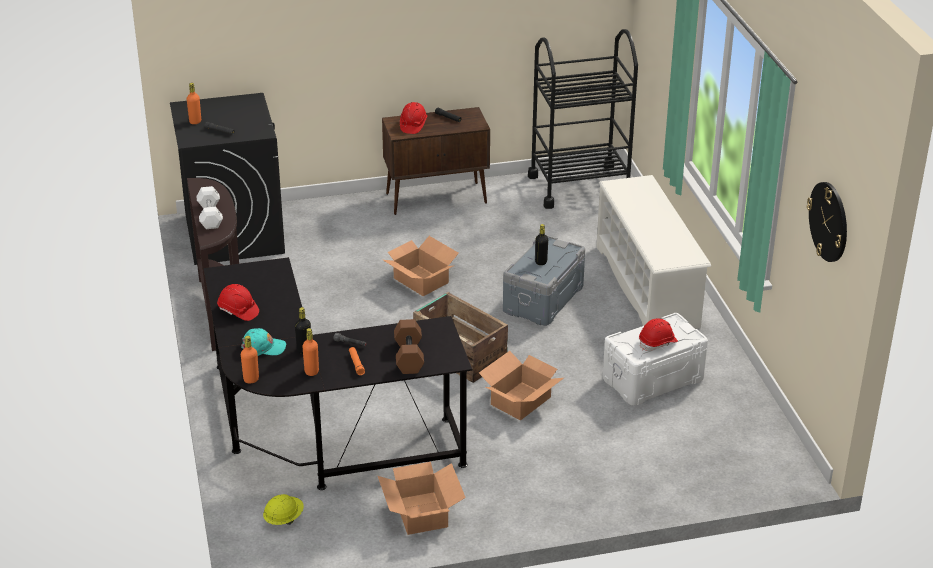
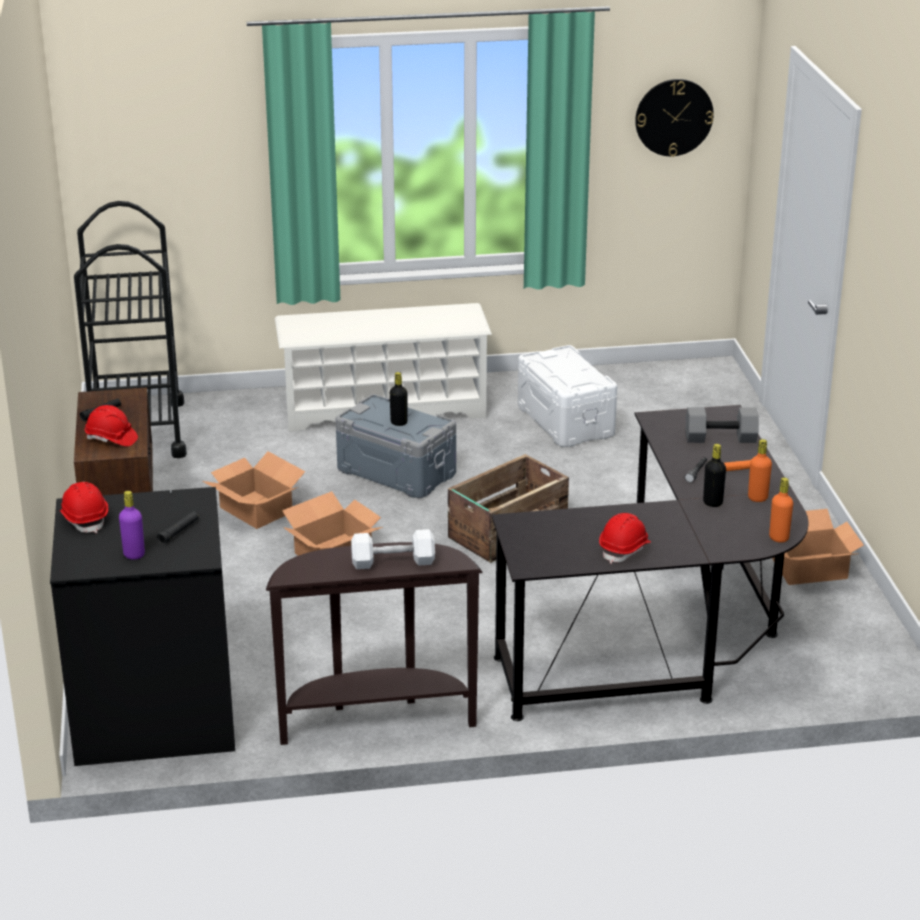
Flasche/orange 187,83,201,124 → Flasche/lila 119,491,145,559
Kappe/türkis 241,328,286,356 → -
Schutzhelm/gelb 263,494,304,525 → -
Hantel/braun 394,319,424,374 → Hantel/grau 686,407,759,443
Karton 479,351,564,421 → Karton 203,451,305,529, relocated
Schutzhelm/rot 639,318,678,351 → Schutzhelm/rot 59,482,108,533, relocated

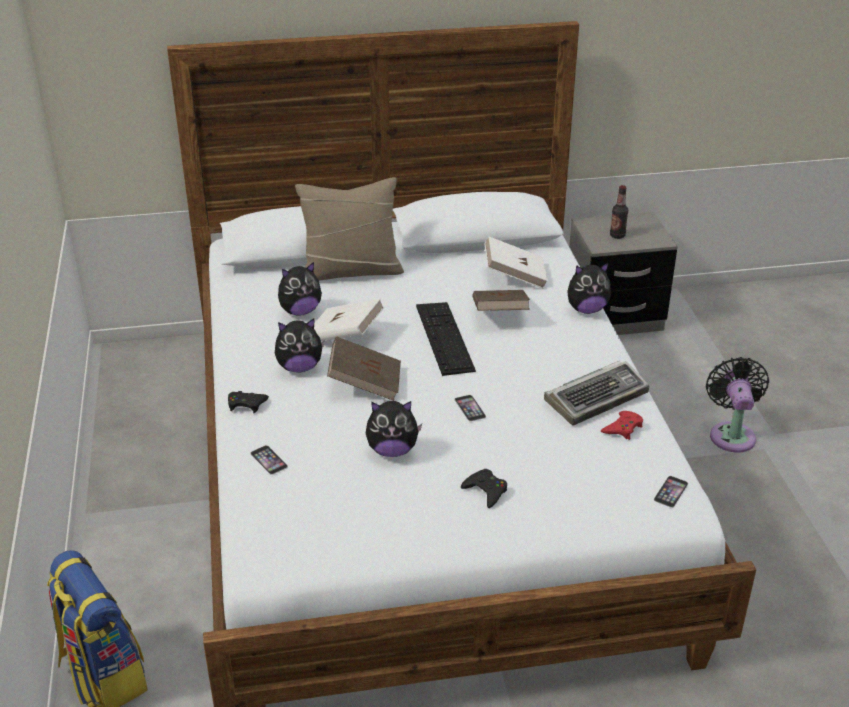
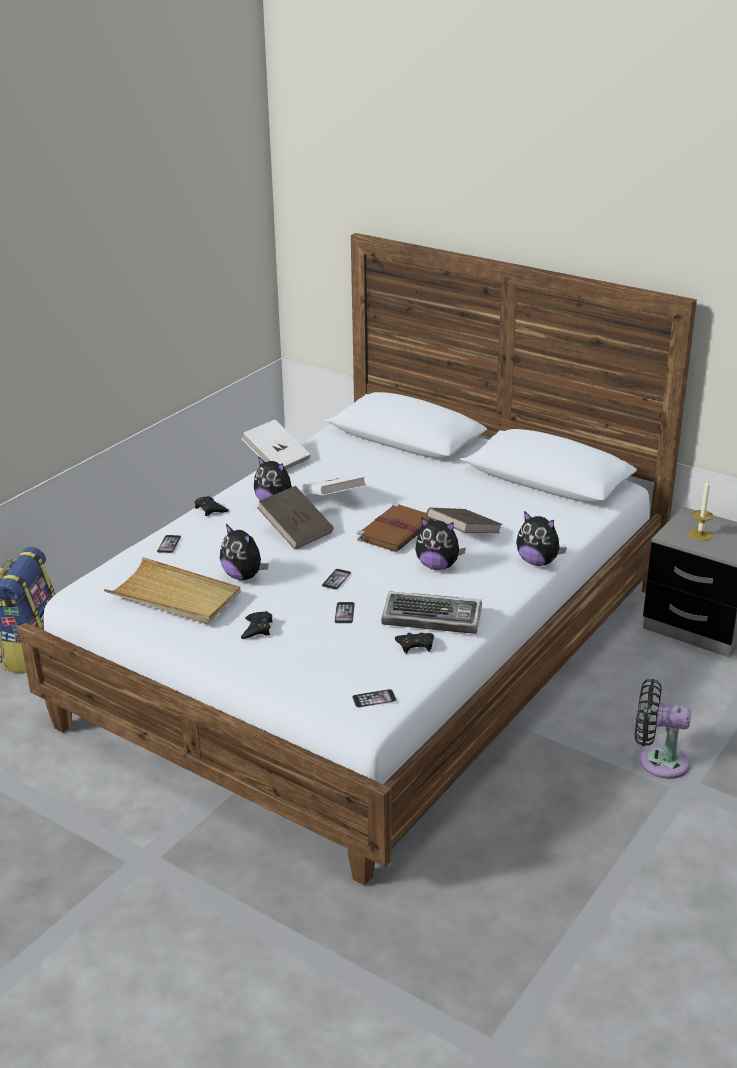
Plüschtier 278,262,322,316 → Plüschtier 415,517,466,570, relocated
Kissen/beige 295,177,404,281 → -
Tastatur 416,302,476,376 → Buch/braun 357,503,434,552
Buch/weiß 485,236,548,289 → Buch/weiß 242,420,311,470, relocated
Gamepad/rot 601,411,643,440 → Gamepad/schwarz 395,632,434,654
Flasche 610,185,628,239 → Kerze 688,480,713,541
Ventilator/schwarz 706,357,769,453 → Ventilator/schwarz 635,679,691,779, 120 degrees counterclockwise
- → Tablett/beige 104,557,241,624
- → Handy 334,602,355,624

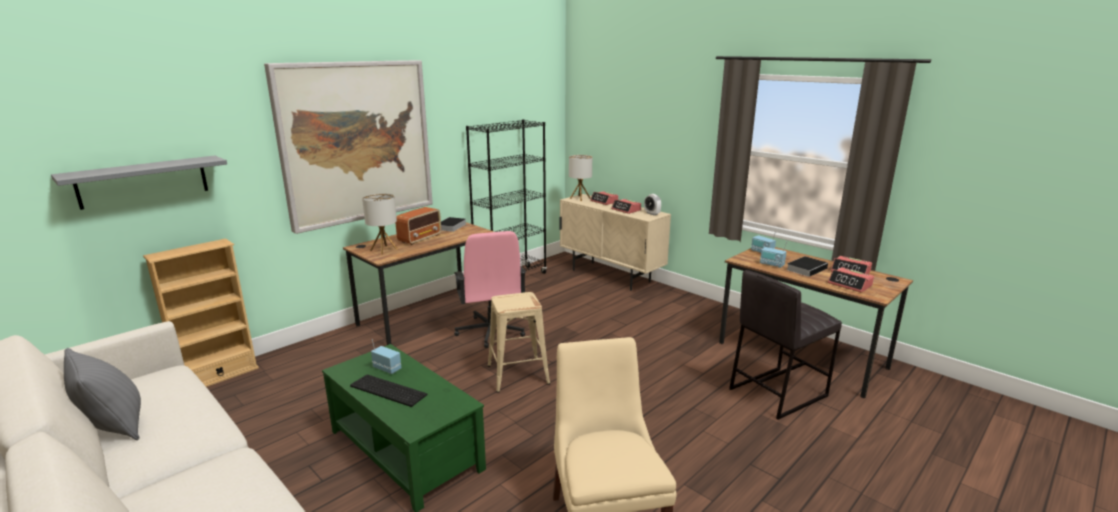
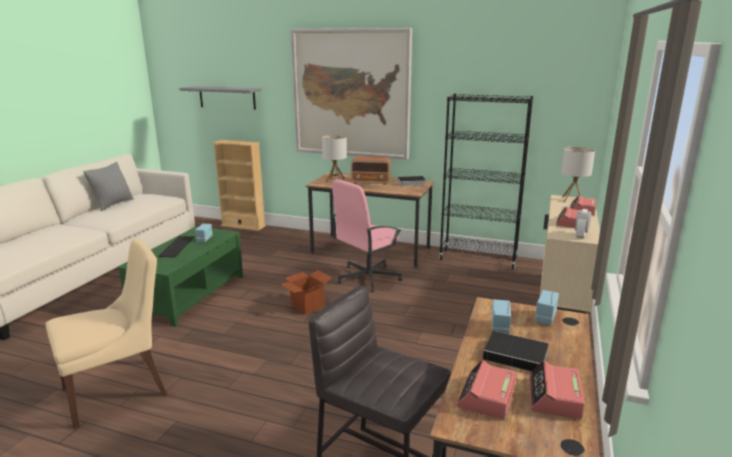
Hocker/beige 488,292,550,393 → Karton 280,270,332,314

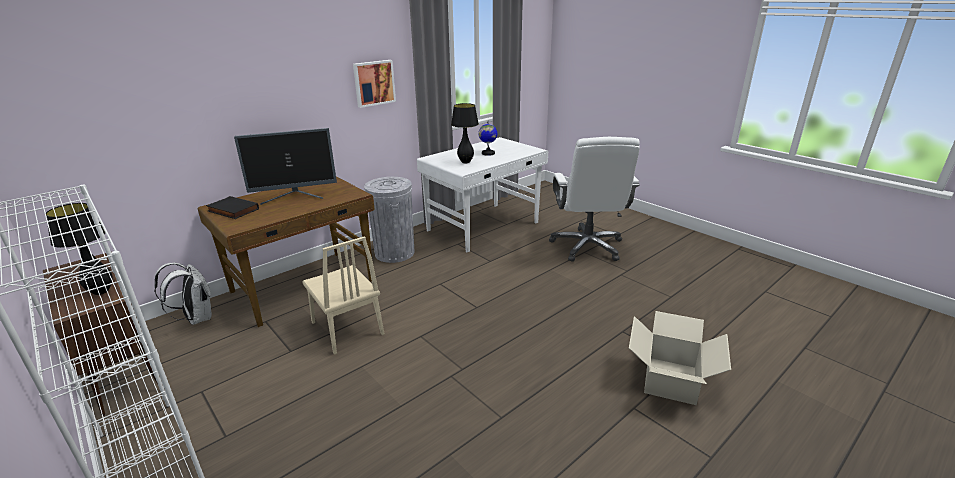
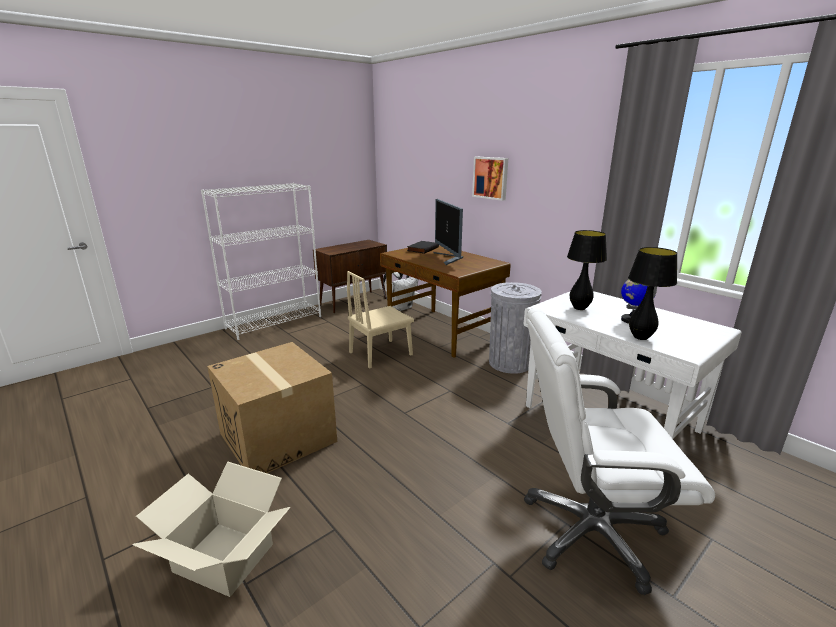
Tischlampe/schwarz 46,203,113,295 → Tischlampe/schwarz 628,247,677,340, relocated
Bild 353,60,396,108 → Bild 472,157,508,201, relocated
- → Karton 207,342,337,473

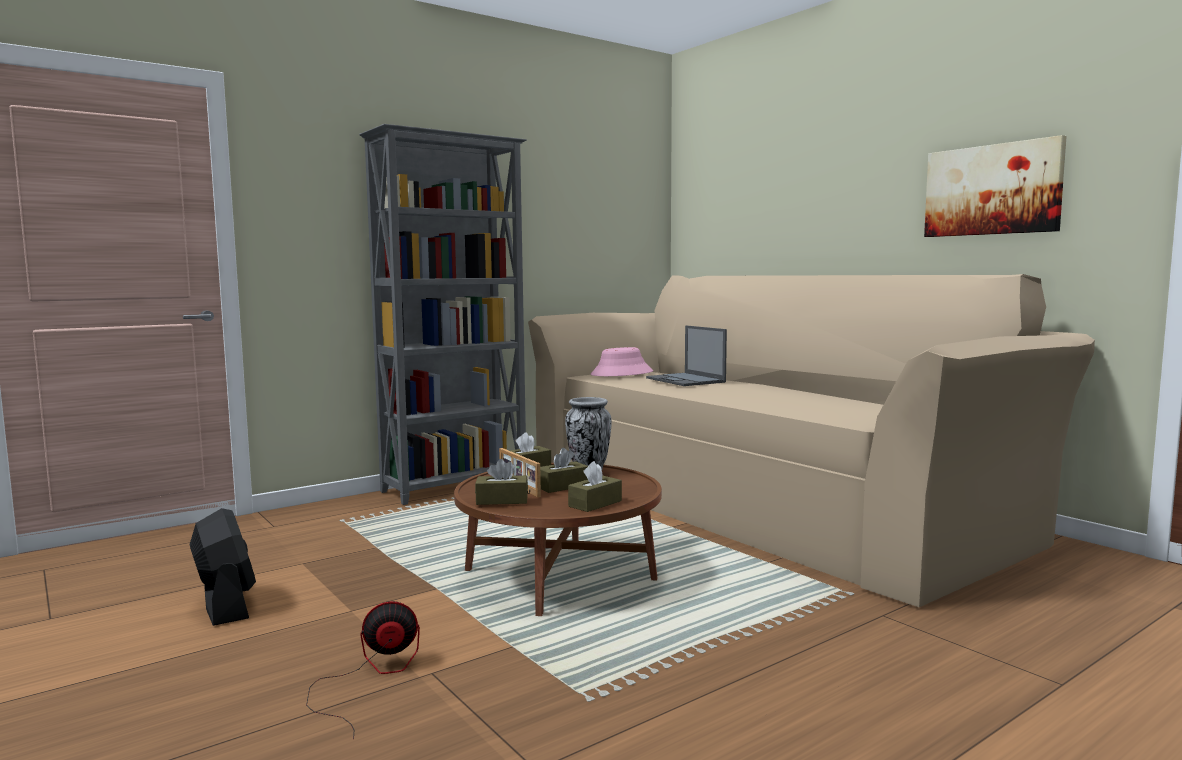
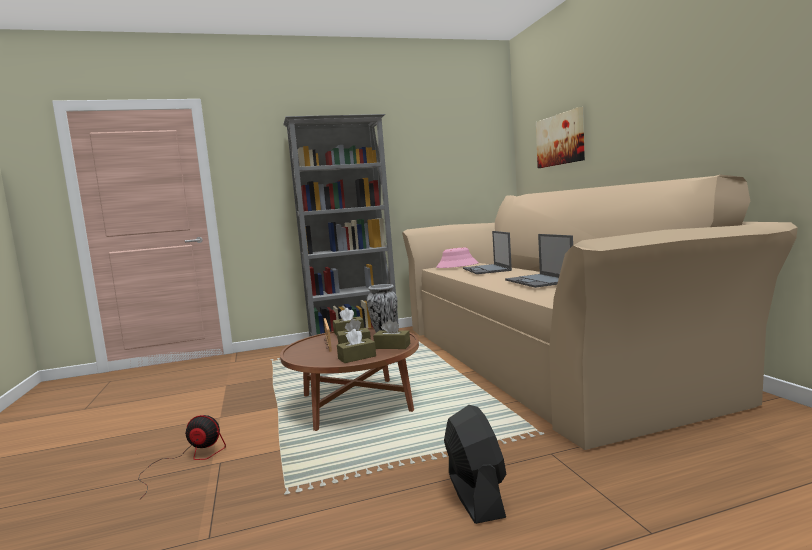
Ventilator/schwarz 190,508,256,626 → Ventilator/schwarz 444,405,506,524, relocated
Taschentuchbox/braun 475,459,528,505 → Taschentuchbox/braun 373,320,410,349, relocated
Bild 924,135,1067,237 → Bild 536,107,585,168, relocated
- → Laptop 505,234,573,288

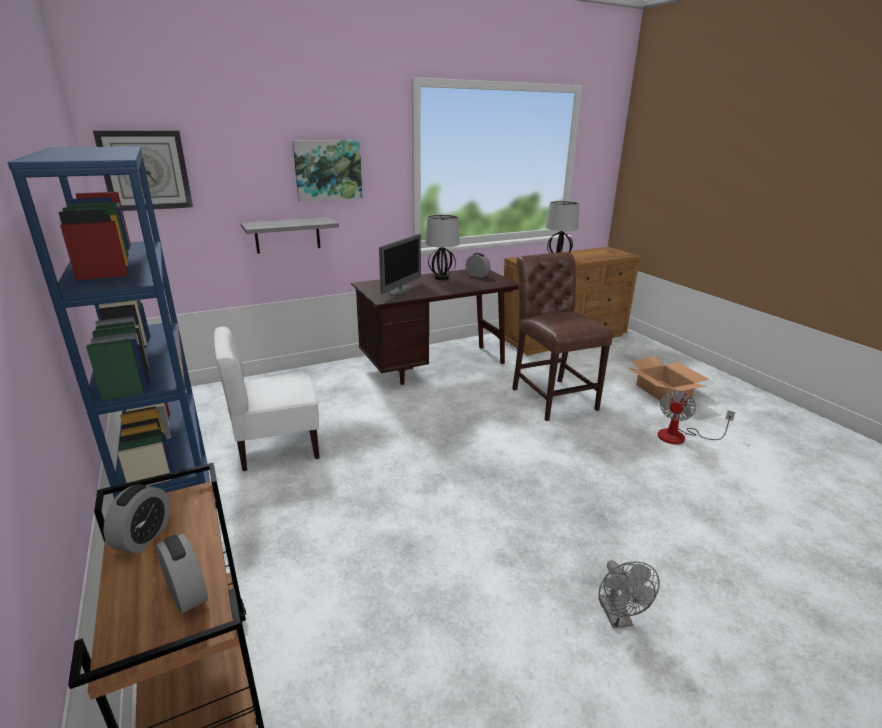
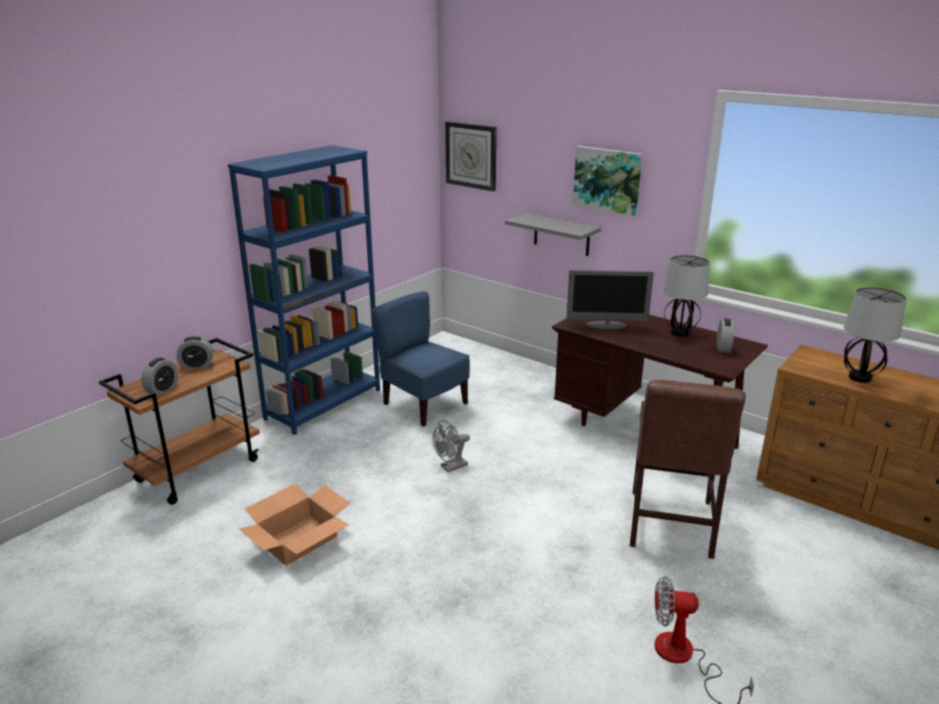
Stuhl/weiß 214,327,319,471 → Stuhl/blau 371,291,470,427
Stuhl/braun 512,252,613,421 → Stuhl/braun 630,380,746,559, 150 degrees clockwise
Ventilator/grau 599,560,660,628 → Ventilator/grau 432,420,470,473, relocated
Karton 629,356,708,402 → Karton 239,483,350,566, relocated

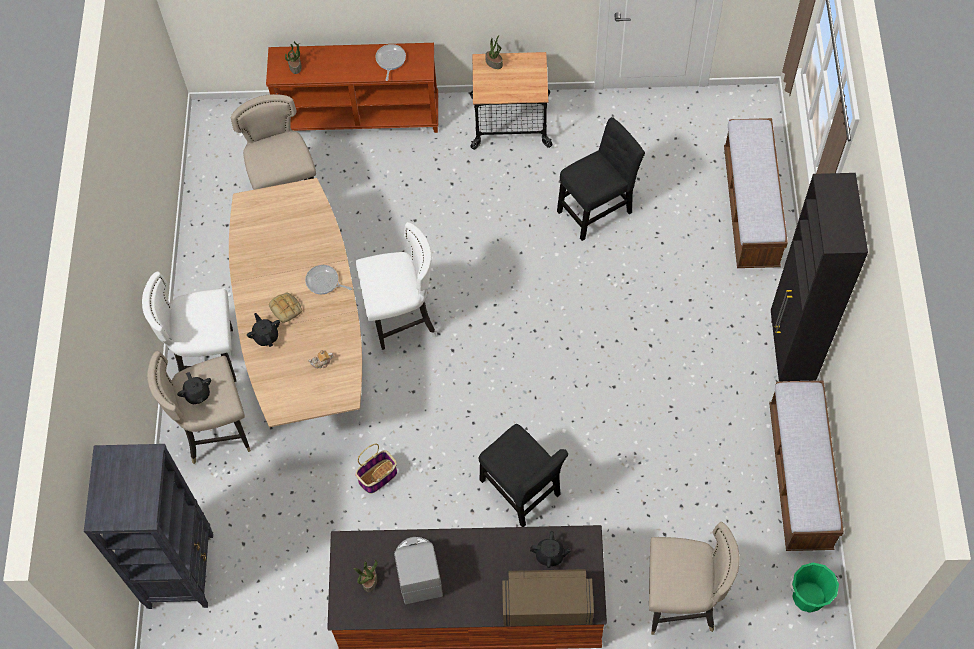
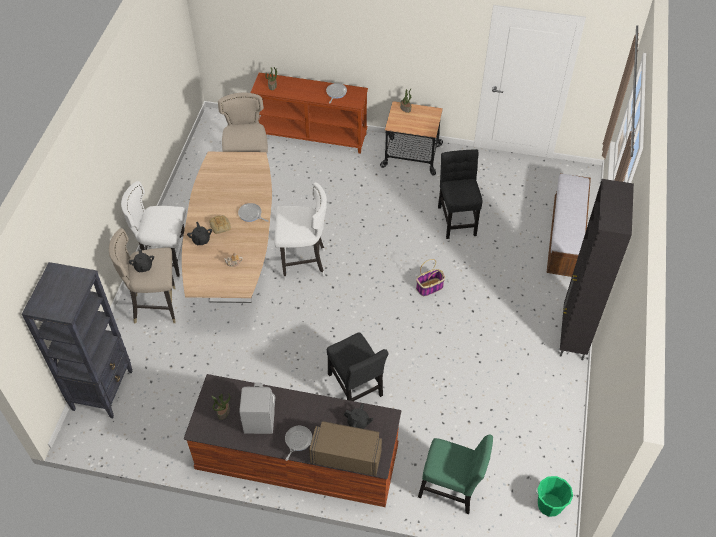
Korb 355,444,397,494 → Korb 416,259,445,296, relocated
Stuhl/schwarz 557,117,645,241 → Stuhl/schwarz 438,150,482,239, 75 degrees counterclockwise
Hocker/beige 649,522,740,635 → Stuhl/grün 418,434,493,514
Bank 769,381,844,551 → -
- → Pfanne 285,426,312,461

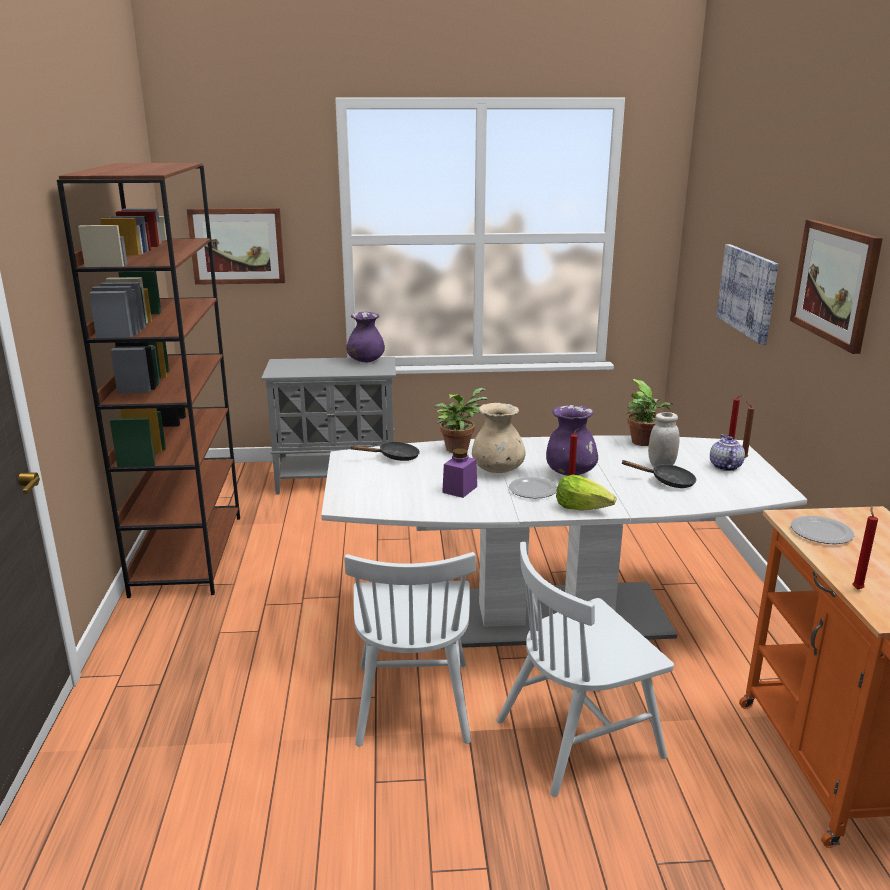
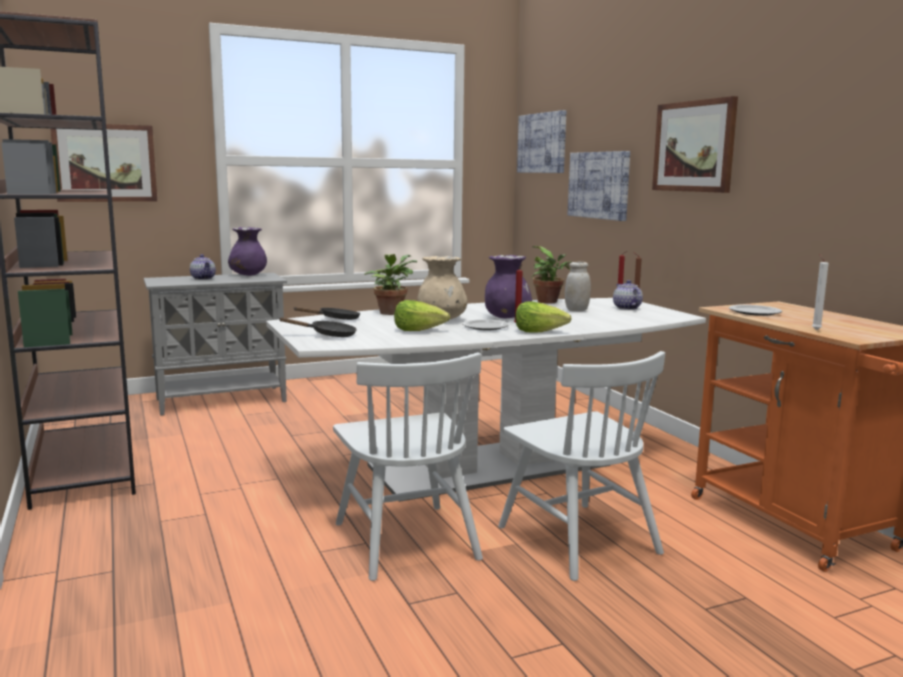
Vorratsglas/lila 442,448,477,498 → Salatkopf 394,300,450,331
Stuhl/weiß 497,542,674,797 → Stuhl/weiß 498,351,665,581, 75 degrees counterclockwise
Pfanne/schwarz 621,460,697,488 → Pfanne/schwarz 278,317,357,337, relocated
Kerze/rot 852,505,878,590 → Kerze/weiß 812,254,829,330
- → Teekanne 190,254,216,280
- → Bild 517,110,566,173

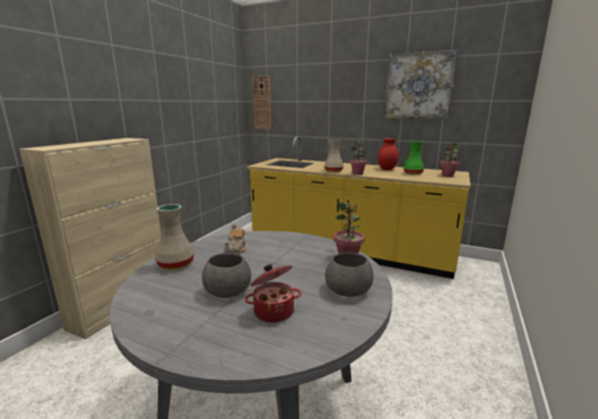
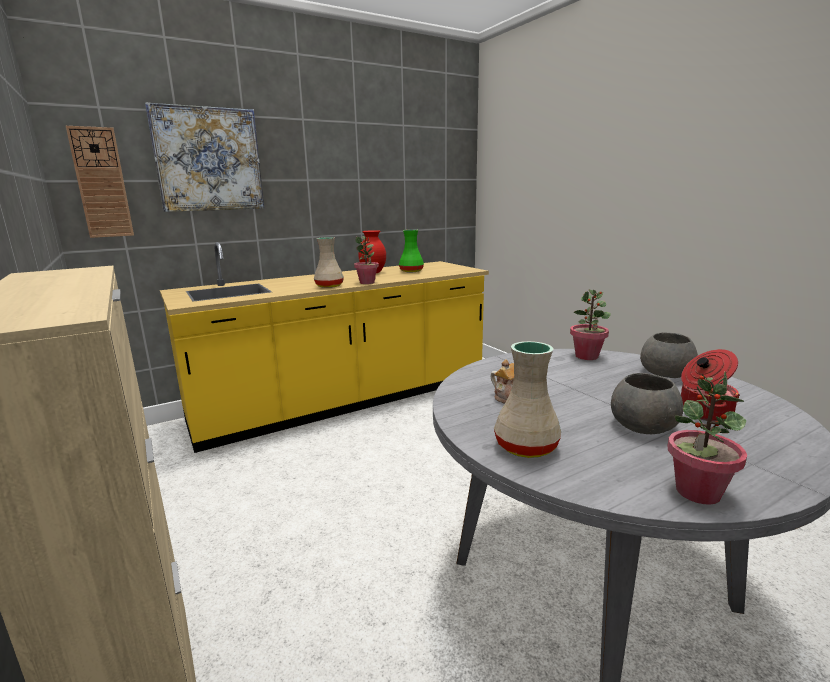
Bild 385,50,458,119 → Bild 145,102,264,212, relocated
Topfpflanze 440,143,460,177 → Topfpflanze 667,372,747,505, relocated

